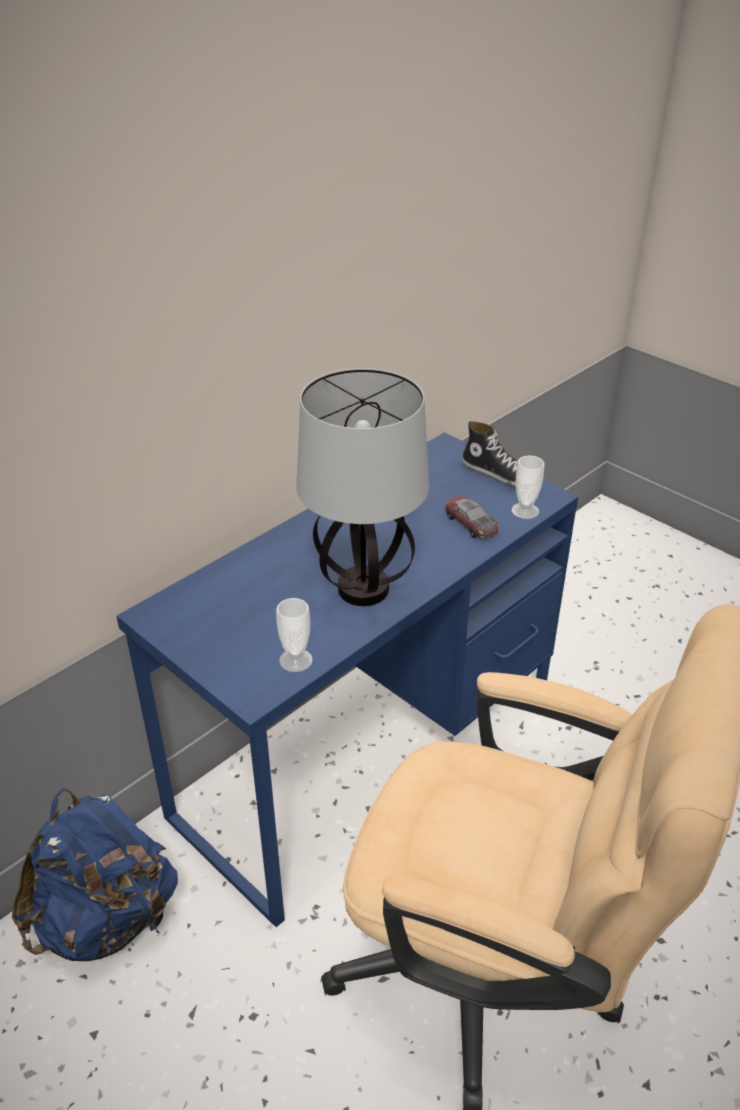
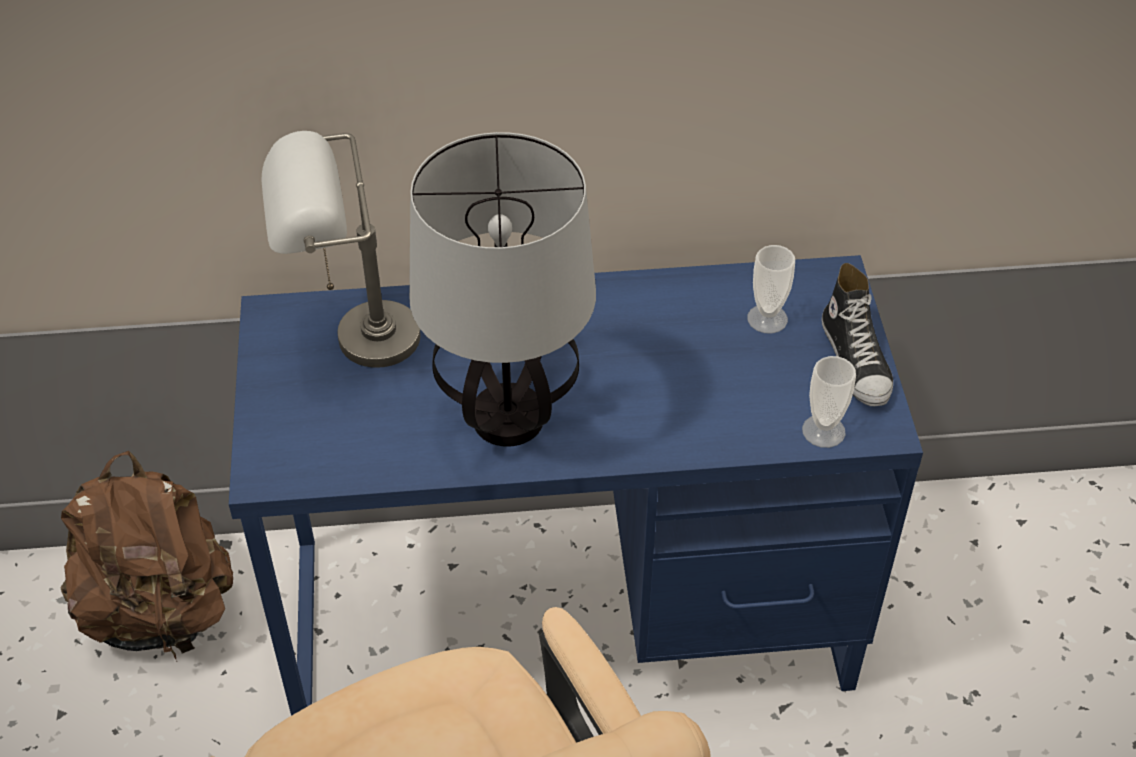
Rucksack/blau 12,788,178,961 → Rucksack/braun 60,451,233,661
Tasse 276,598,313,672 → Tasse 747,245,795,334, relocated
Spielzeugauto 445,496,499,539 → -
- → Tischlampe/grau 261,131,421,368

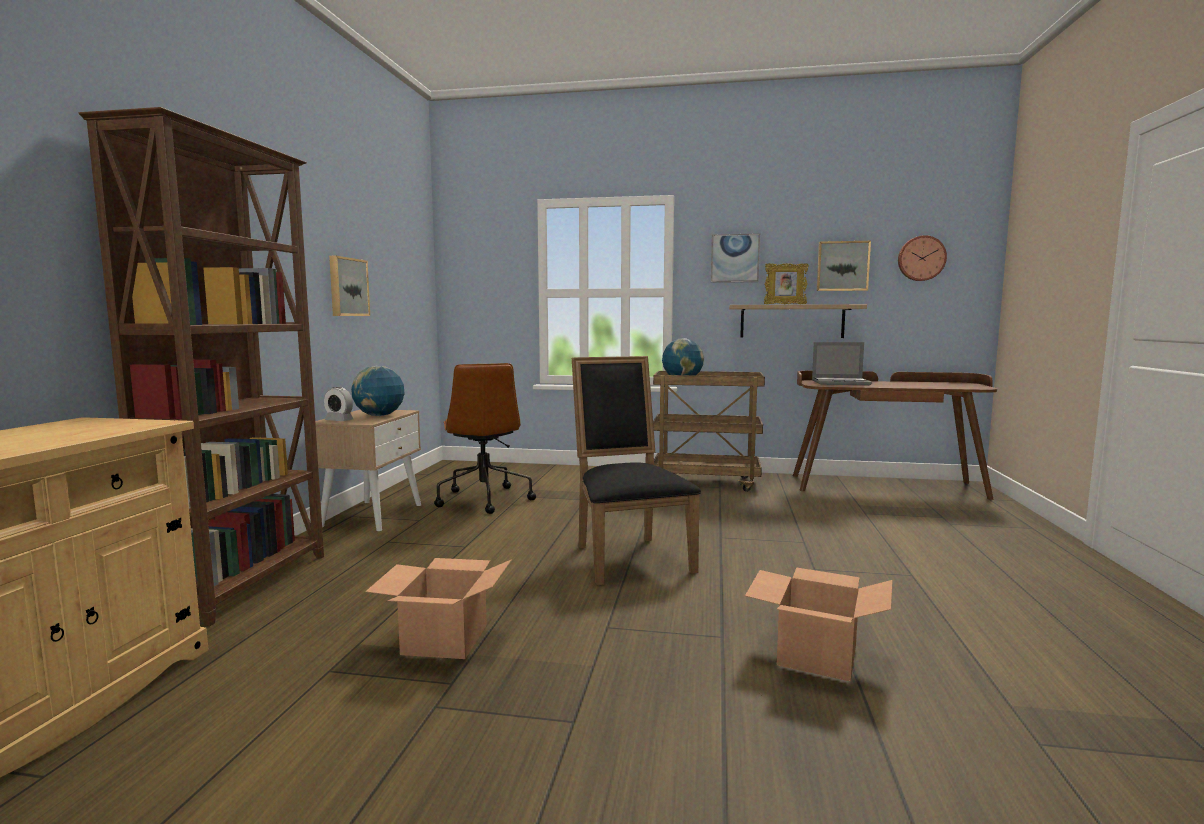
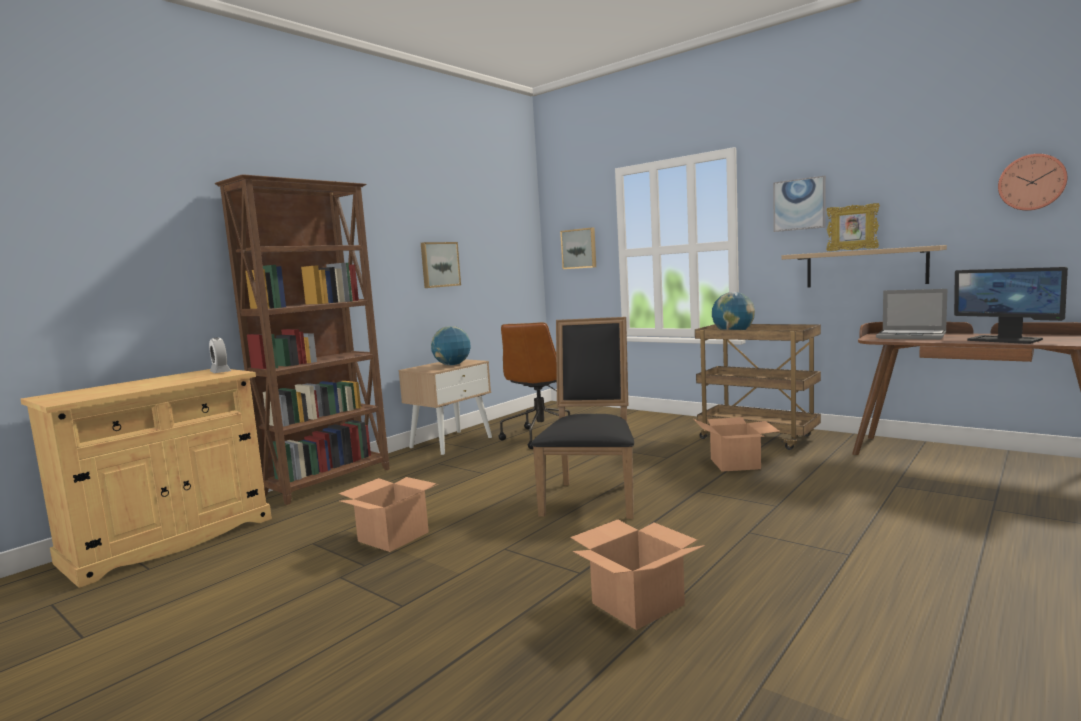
Wecker 324,387,353,421 → Wecker 209,338,231,373, relocated
Bild 817,241,871,291 → Bild 560,227,596,269, relocated
- → Karton 694,417,779,471
- → Monitor 954,267,1068,344

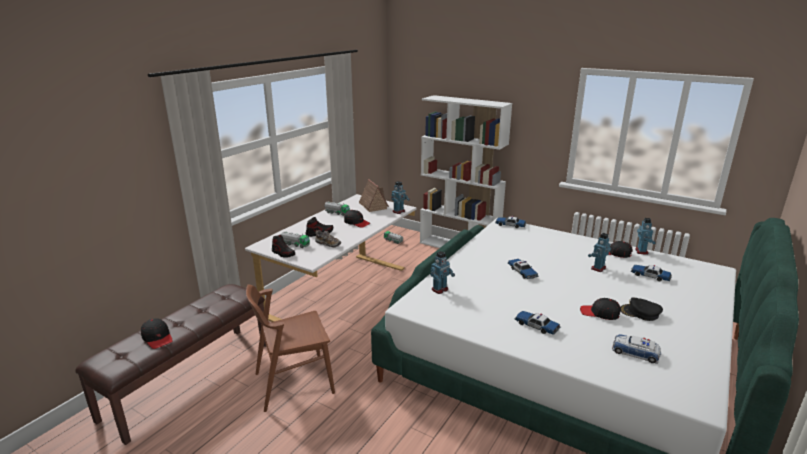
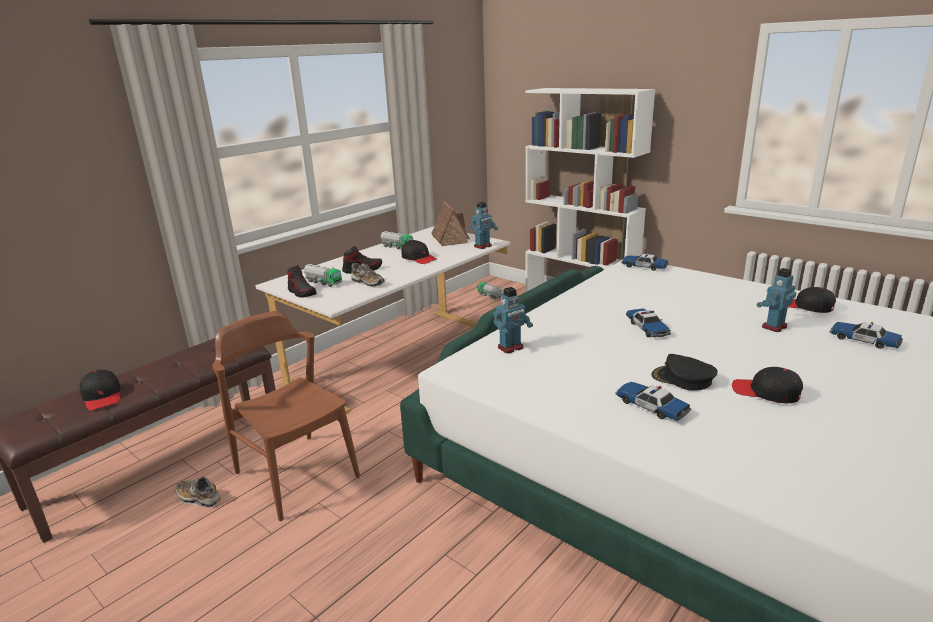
Stuhl/braun 246,285,335,412 → Stuhl/braun 212,311,360,521, 60 degrees clockwise
Spielzeugauto 612,334,661,364 → -
Kappe/schwarz 621,297,663,321 → Kappe/schwarz 651,354,718,391, relocated
Spielzeugroboter 635,218,656,255 → -
- → Schuh 176,476,221,508

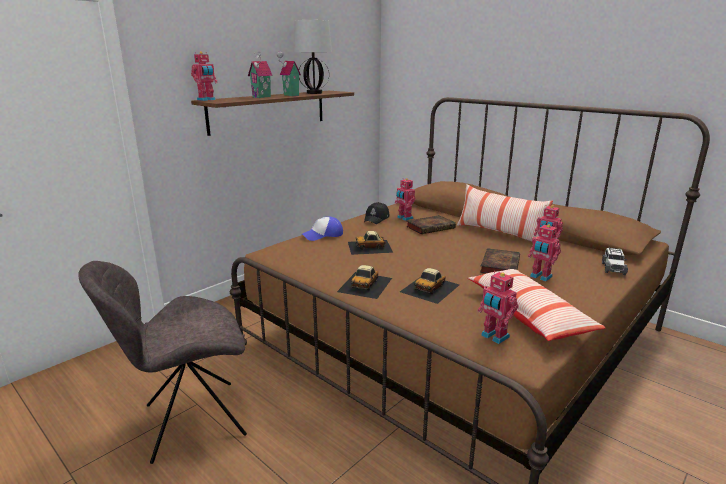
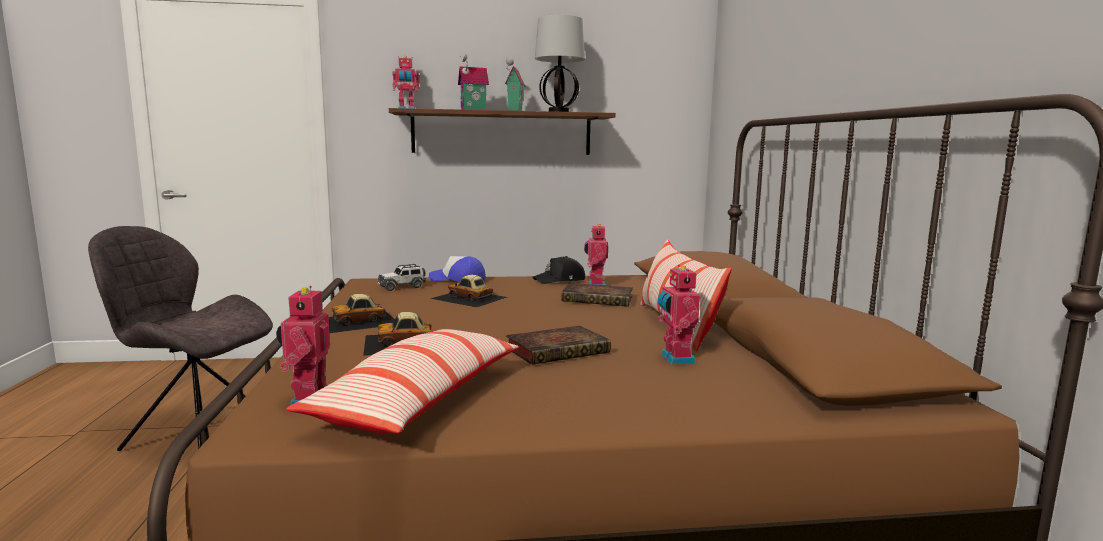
Spielzeugroboter 528,224,561,281 → -
Spielzeugauto 602,247,628,275 → Spielzeugauto 377,264,426,291, relocated

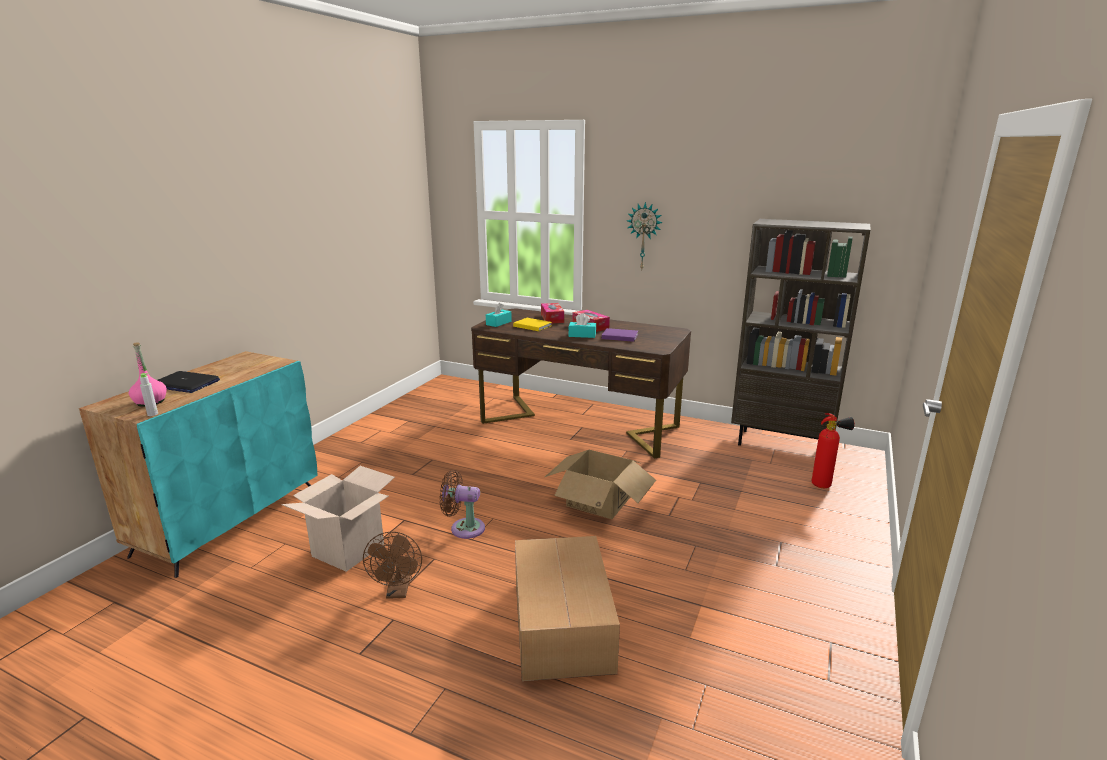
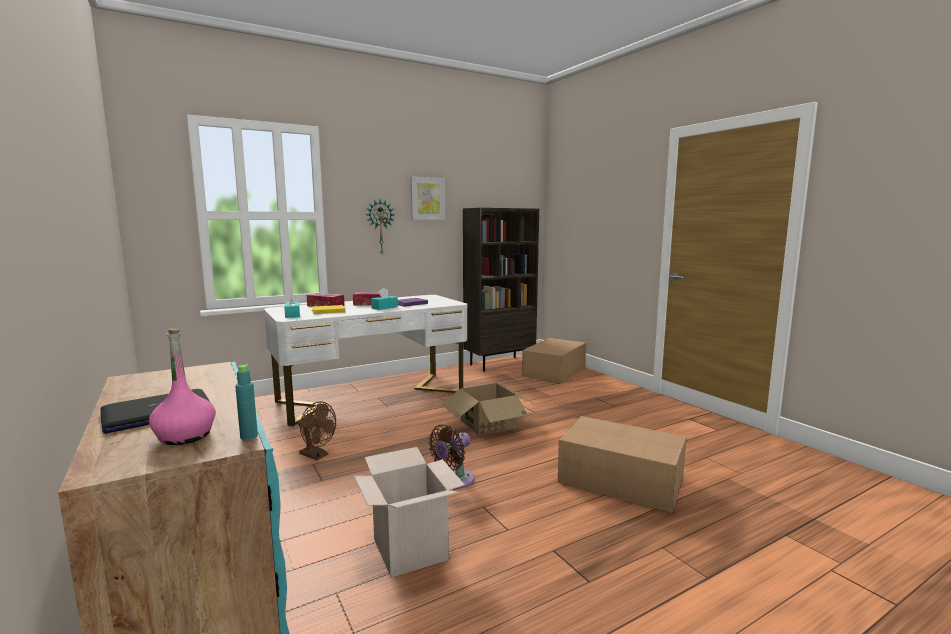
Flasche/grau 140,373,158,416 → Flasche/türkis 235,364,258,440
Ventilator/braun 363,531,422,599 → Ventilator/braun 298,402,336,460, relocated
Schreibtisch/braun 471,308,691,459 → Schreibtisch/weiß 263,295,468,426
Feuerlöscher 812,413,855,488 → Karton 522,338,586,384
- → Bild 411,177,445,220

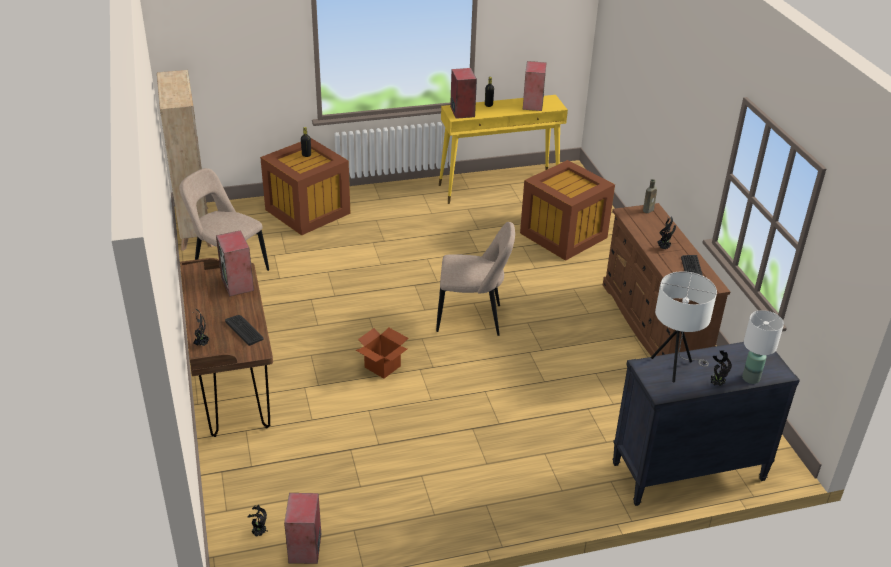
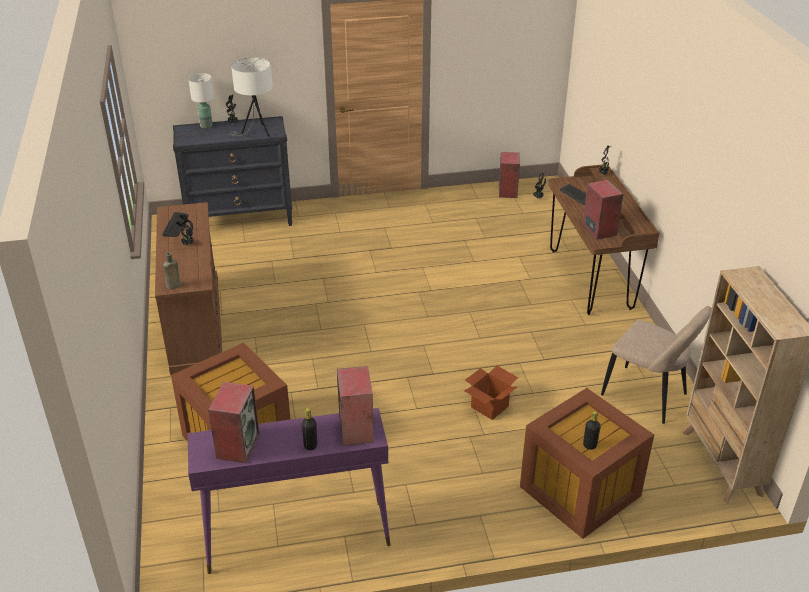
Karton 356,328,409,379 → Karton 464,365,518,420, relocated
Stuhl/beige 436,222,515,336 → -
Konsolentisch/gelb 439,95,568,204 → Konsolentisch/lila 188,408,390,574

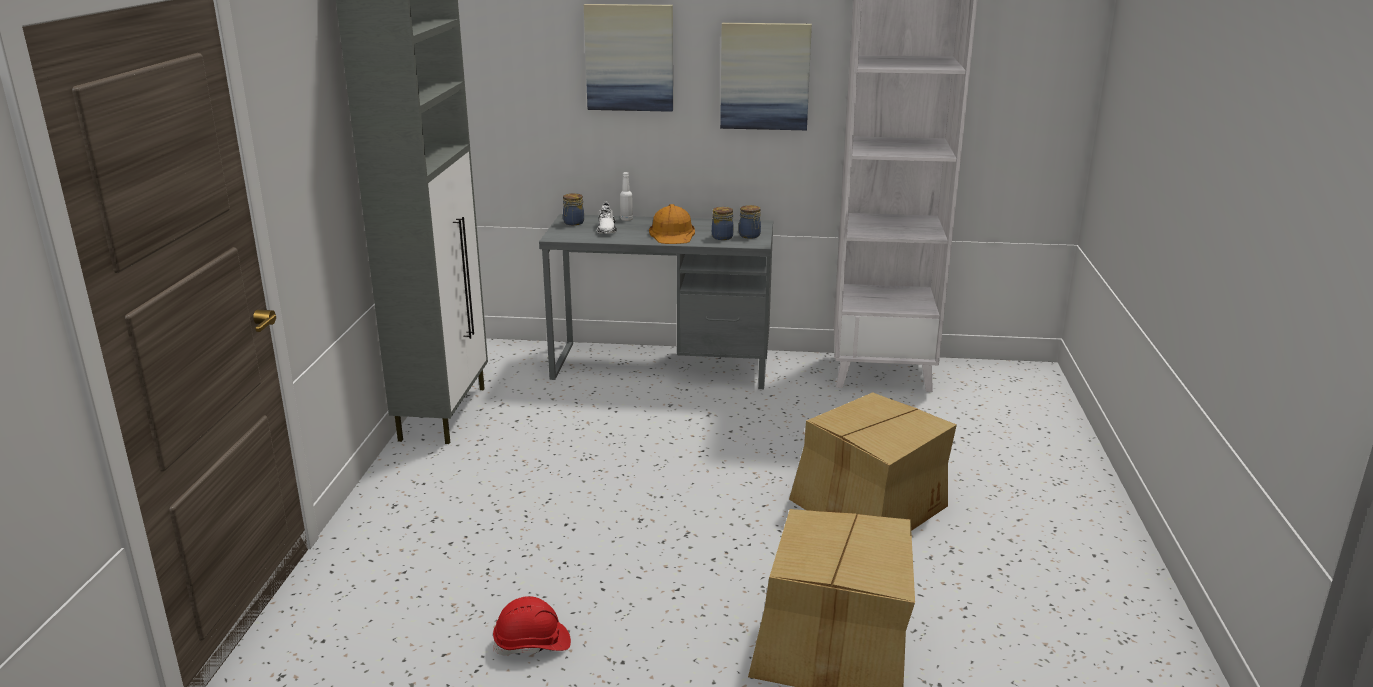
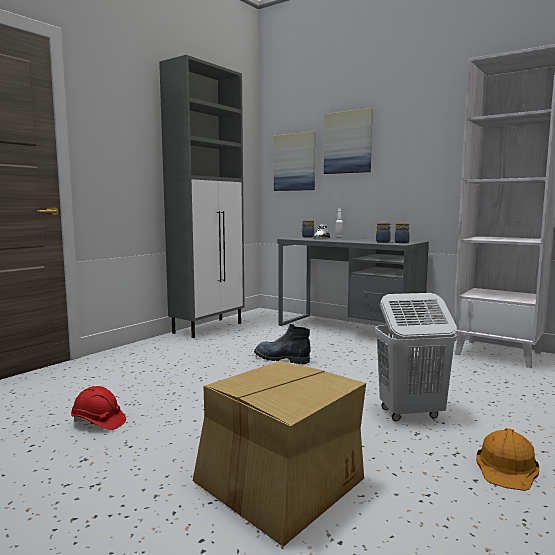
Schutzhelm/orange 649,204,695,244 → Schutzhelm/orange 476,428,539,491, relocated
Bild 720,23,812,130 → Bild 274,132,315,191, relocated
Karton 789,392,957,531 → Wäschekorb/weiß 375,293,457,421
- → Stiefel 254,324,311,364

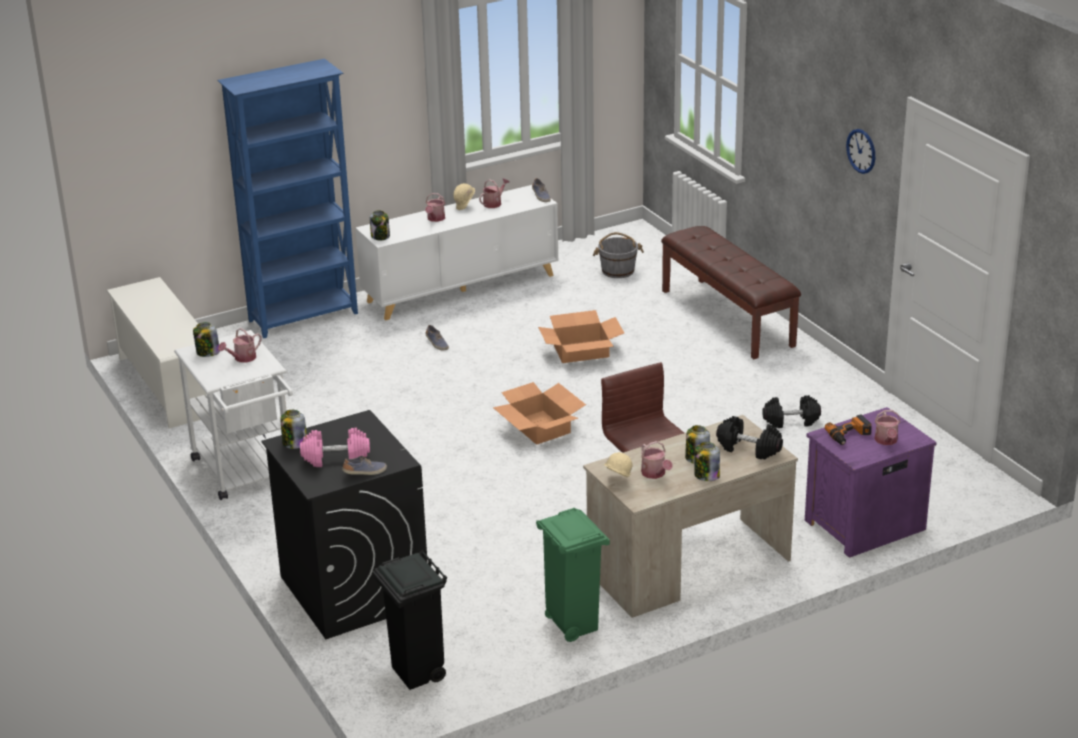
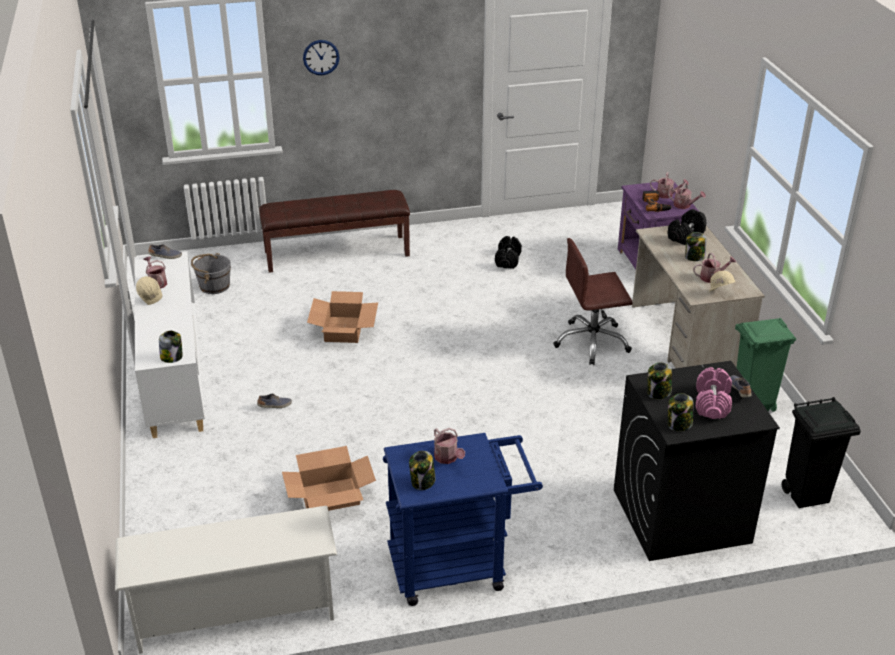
Rollwagen/weiß 174,330,293,500 → Rollwagen/blau 383,433,543,606
Bücherregal/blau 217,59,358,338 → -
Gießkanne 425,193,446,222 → Gießkanne 668,182,706,209, relocated
Karton 493,382,586,445 → Karton 282,446,376,511, relocated
Vorratsglas 694,442,720,481 → Vorratsglas 647,362,672,399, relocated
Wanduhr 846,129,875,174 → Wanduhr 303,40,340,75, relocated

